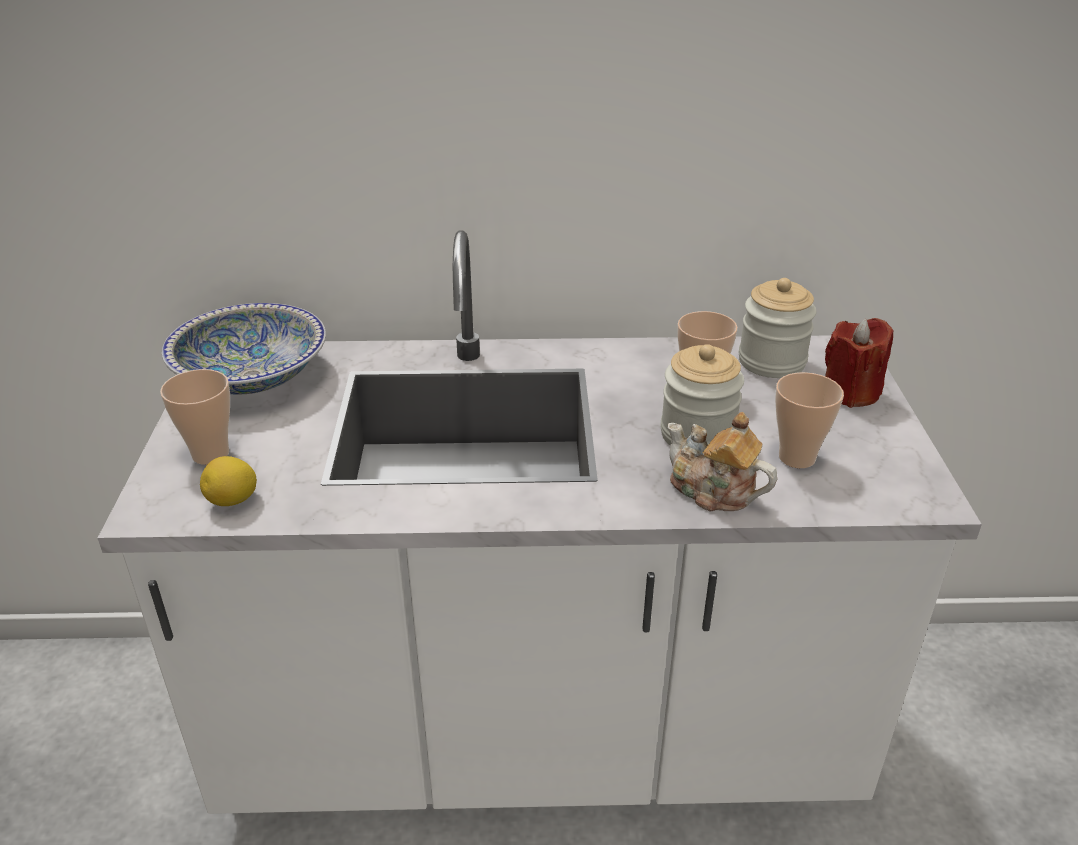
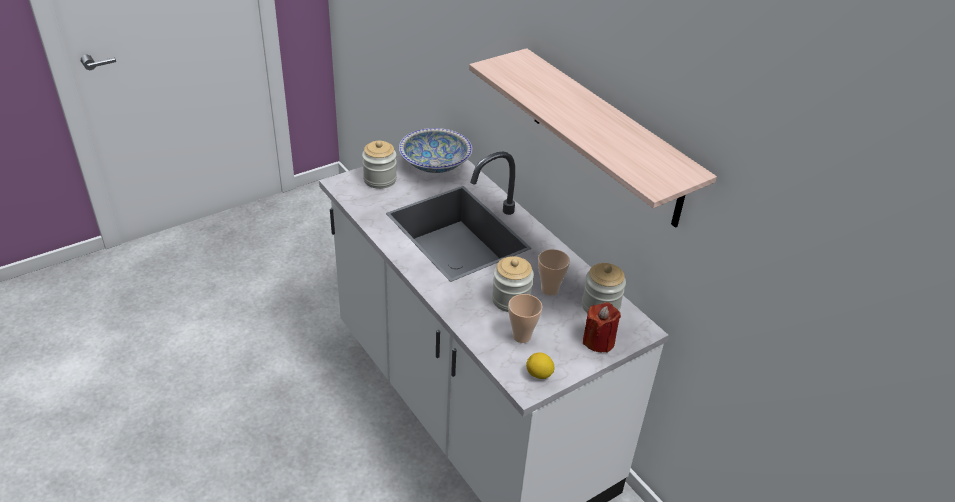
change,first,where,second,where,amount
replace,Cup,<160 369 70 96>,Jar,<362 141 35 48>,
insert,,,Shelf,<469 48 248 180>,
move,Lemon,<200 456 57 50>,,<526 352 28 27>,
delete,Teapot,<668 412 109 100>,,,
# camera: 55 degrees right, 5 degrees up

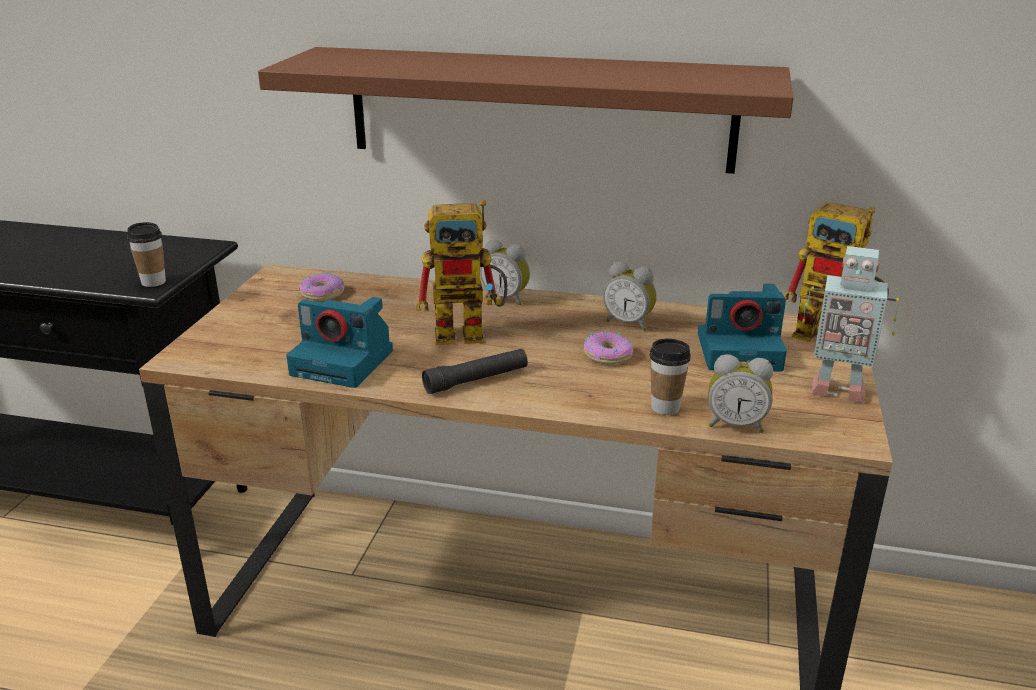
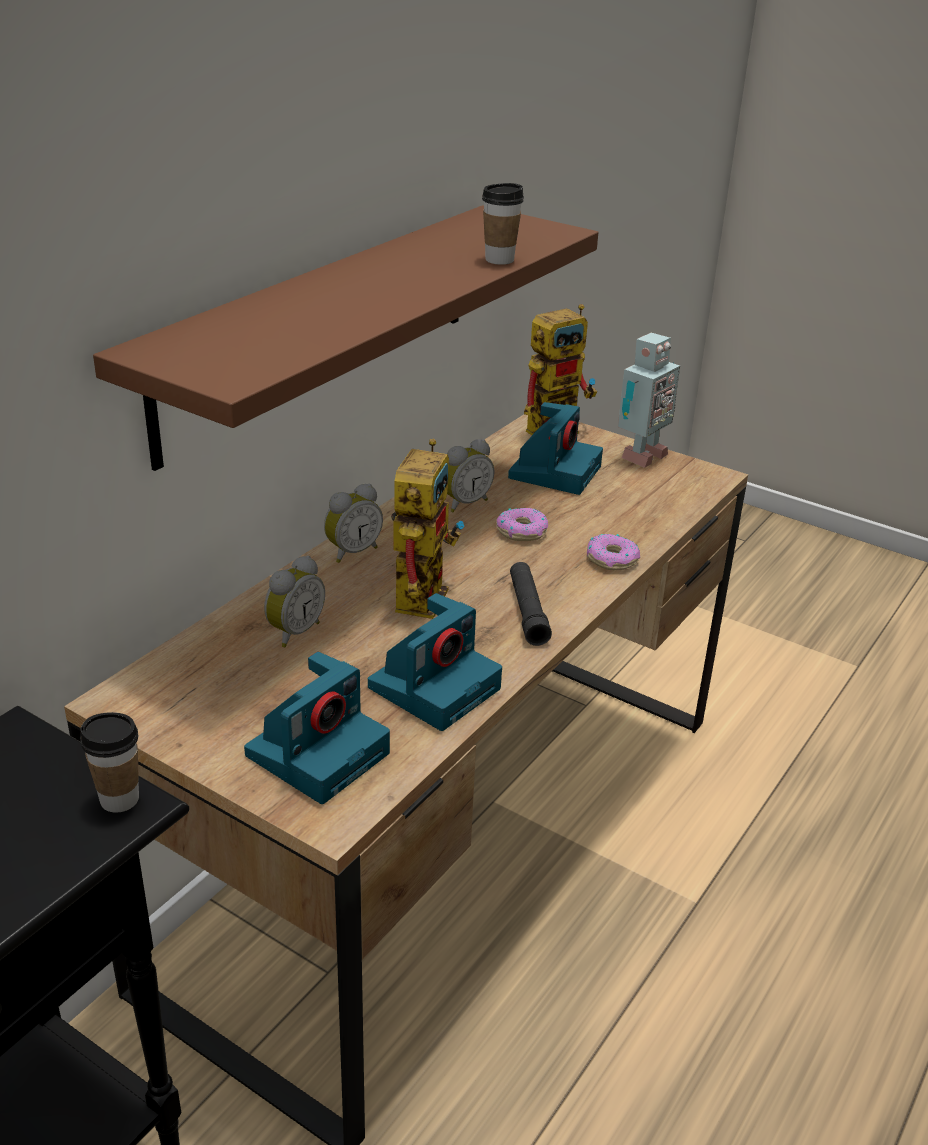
change,first,where,second,where,amount
insert,,,PhotoCamera,<244 652 146 152>,
move,AlarmClock,<708 354 65 79>,,<264 555 61 92>,
move,Cup,<649 339 42 76>,,<482 183 42 82>,
move,Donut,<299 273 46 28>,,<587 534 53 36>,
# camera: 70 degrees left, 5 degrees up

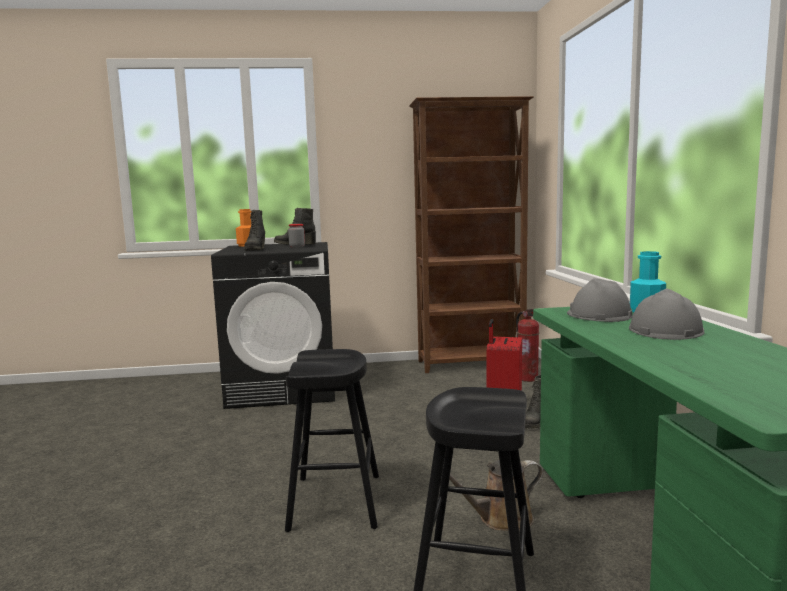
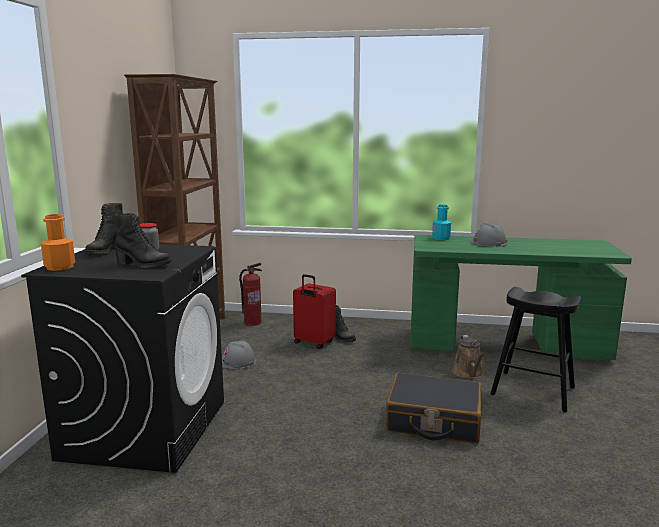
change,first,where,second,where,amount
move,GreyHardHat,<567 278 65 44>,,<222 341 35 28>,
replace,BlackStool,<285 349 94 183>,BlackSuitcase,<386 373 96 71>,
# camera: 75 degrees left, 5 degrees up

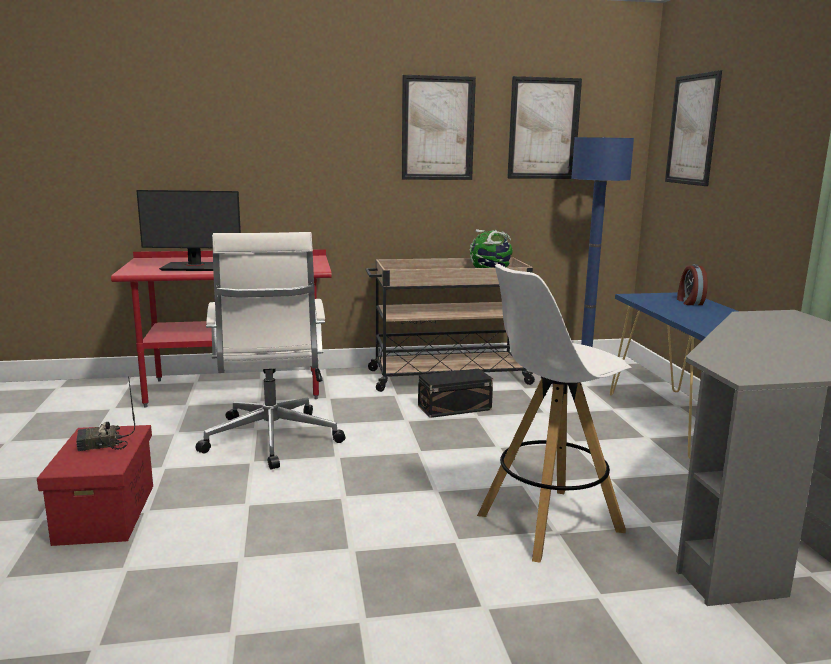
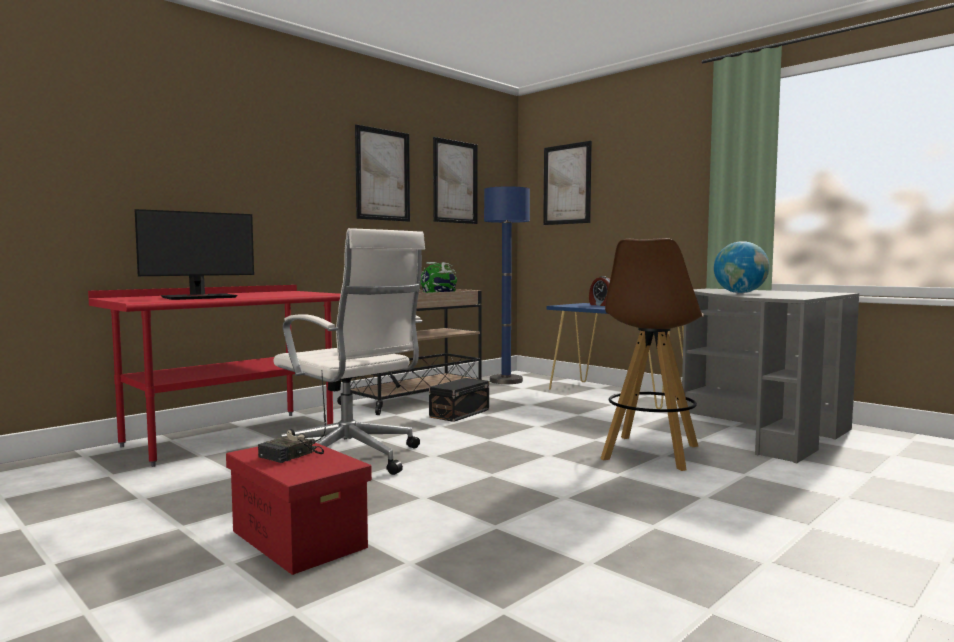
change,first,where,second,where,amount
recolor,WhiteStool,<477 264 155 299>,BrownStool,<600 238 104 233>,
insert,,,Globe,<714 241 56 52>,
# camera: 35 degrees left, 10 degrees down

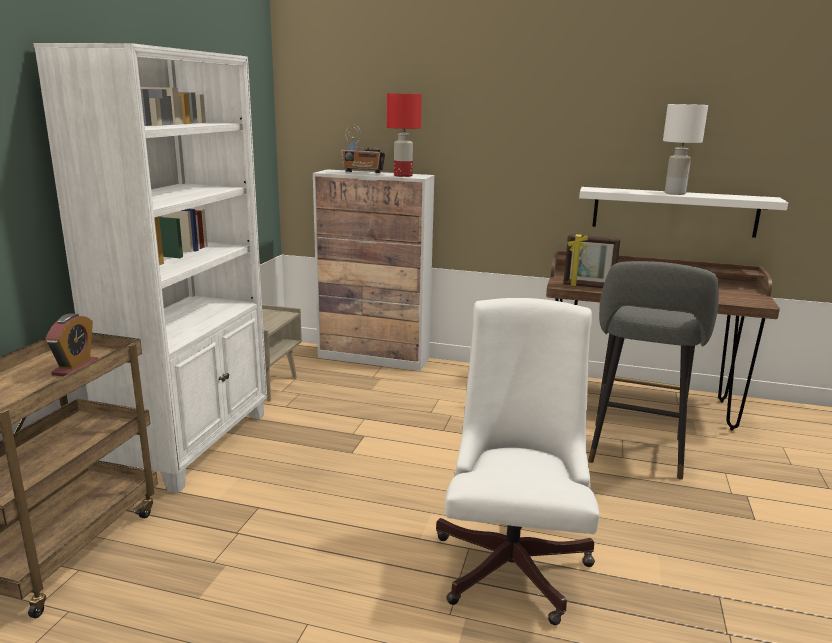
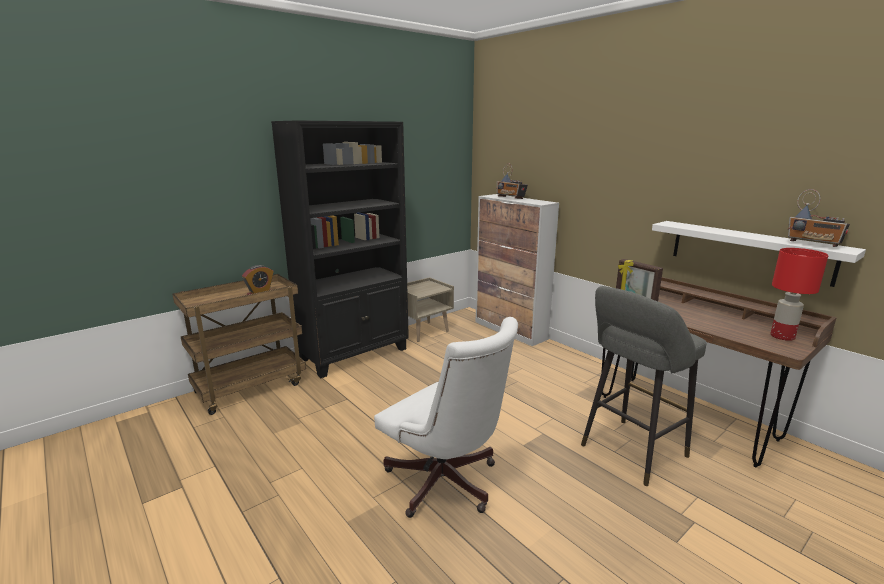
change,first,where,second,where,amount
recolor,WhiteBookcase,<33 43 234 450>,BlackBookcase,<271 120 138 258>,
rotate,WhiteOfficeChair,<436 298 164 327>,,<374 317 144 201>,90 degrees clockwise
move,RedTableLamp,<387 93 35 84>,,<771 248 58 93>,
insert,,,Radio,<788 189 62 58>,
delete,WhiteTableLamp,<663 104 45 91>,,,
# camera: 35 degrees right, 0 degrees up

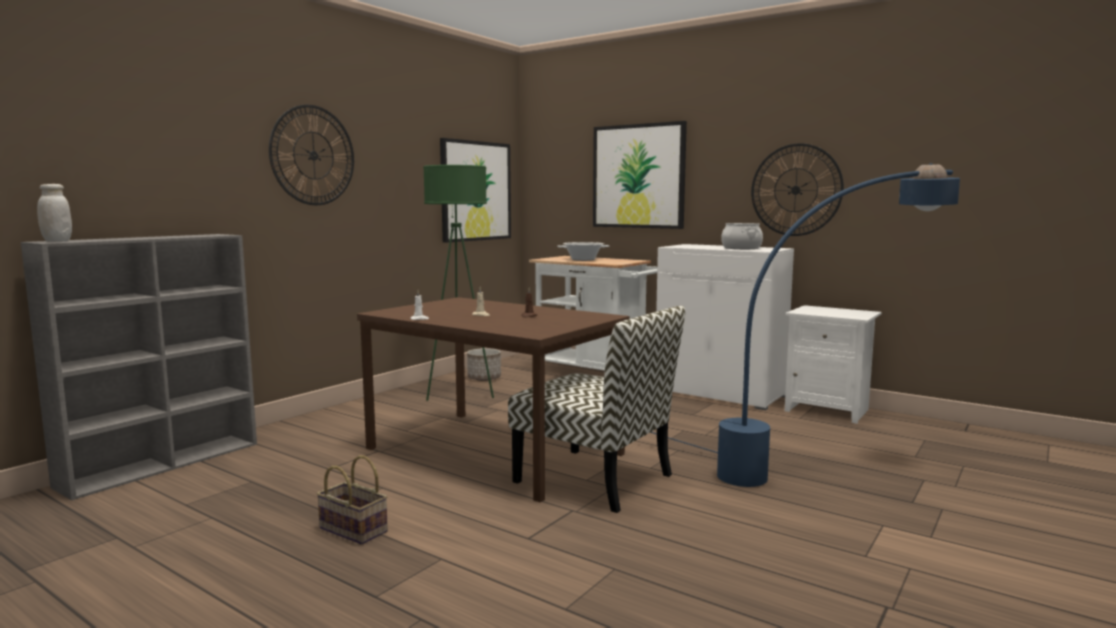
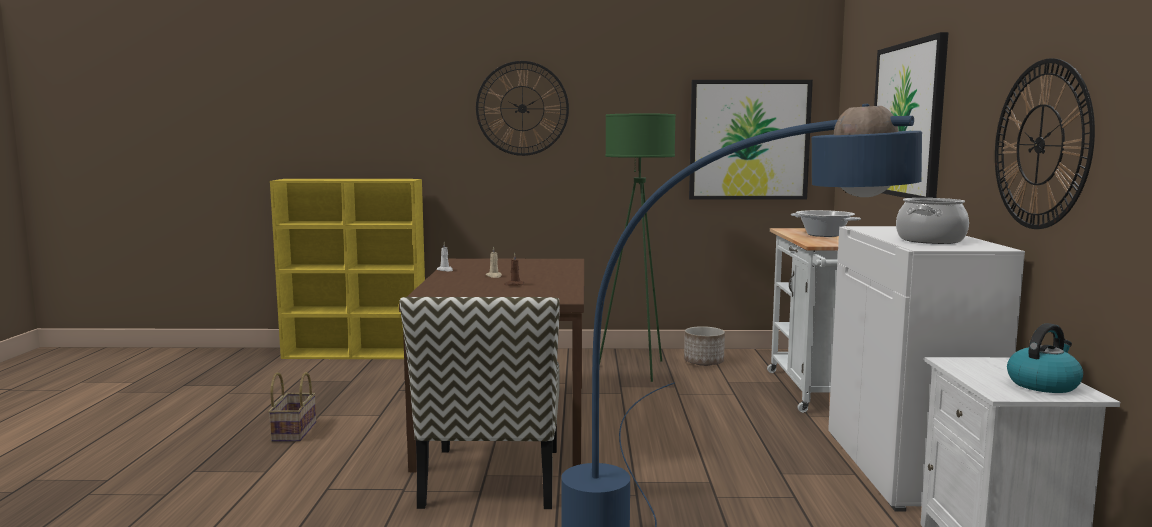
change,first,where,second,where,amount
recolor,GreyBookcase,<21 234 236 266>,YellowBookcase,<270 179 155 180>,
insert,,,Kettle,<1007 323 76 70>,
delete,WhiteJar,<37 184 35 58>,,,
# camera: 55 degrees right, 0 degrees up

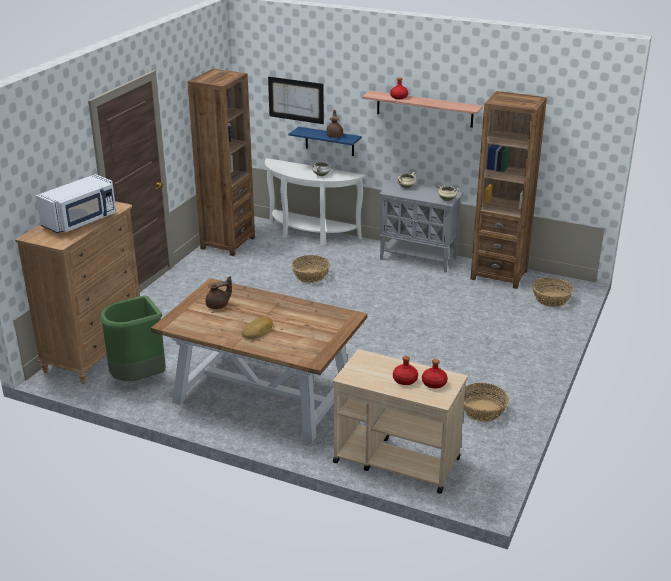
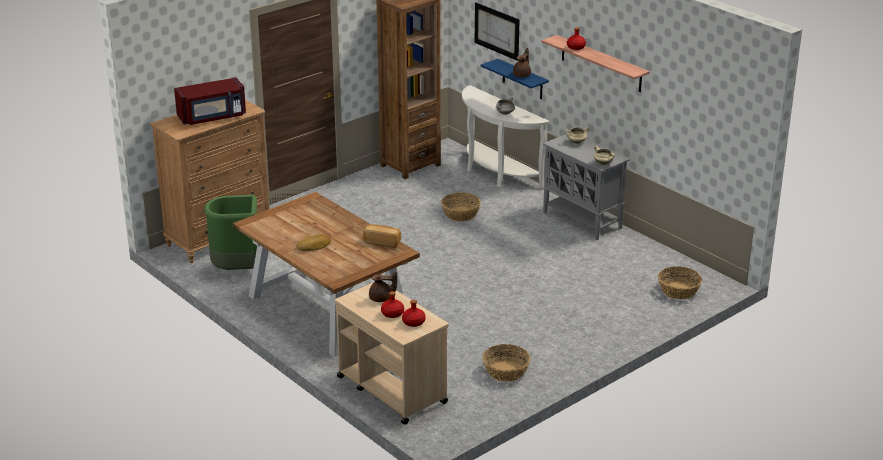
change,first,where,second,where,amount
recolor,WhiteMicrowave,<36 174 80 59>,RedMicrowave,<174 77 72 48>,
insert,,,Bread,<363 224 38 24>,
move,BrownTeapot,<206 276 26 33>,,<369 272 28 30>,
delete,BrownBookcase,<470 91 77 198>,,,
# camera: 25 degrees right, 0 degrees up

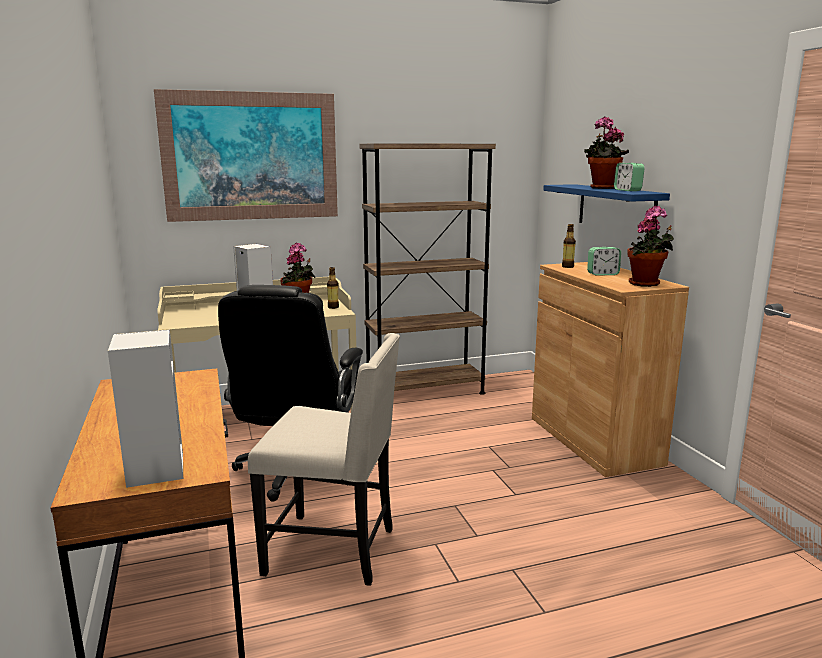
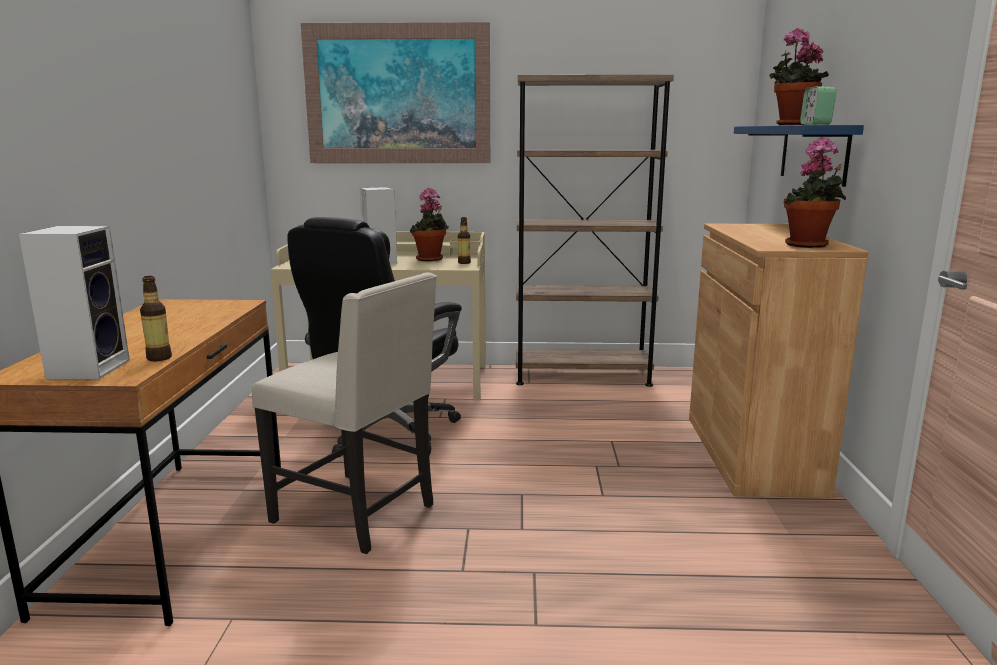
change,first,where,second,where,amount
move,Bottle,<562 224 14 44>,,<140 276 32 85>,
delete,AlarmClock,<587 247 34 29>,,,
# camera: 20 degrees right, 0 degrees up

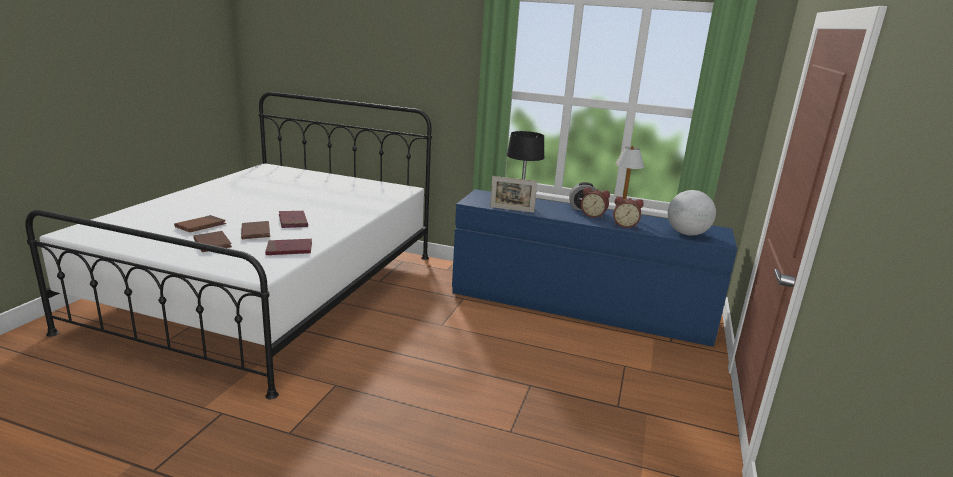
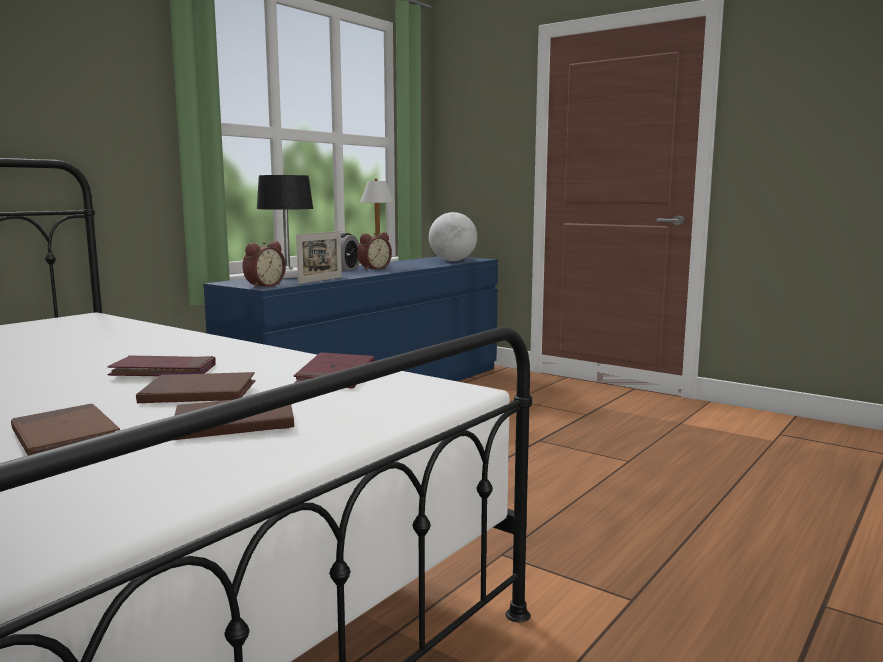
change,first,where,second,where,amount
move,AlarmClock,<613 196 31 32>,,<242 241 44 47>,
# camera: 70 degrees left, 10 degrees down

